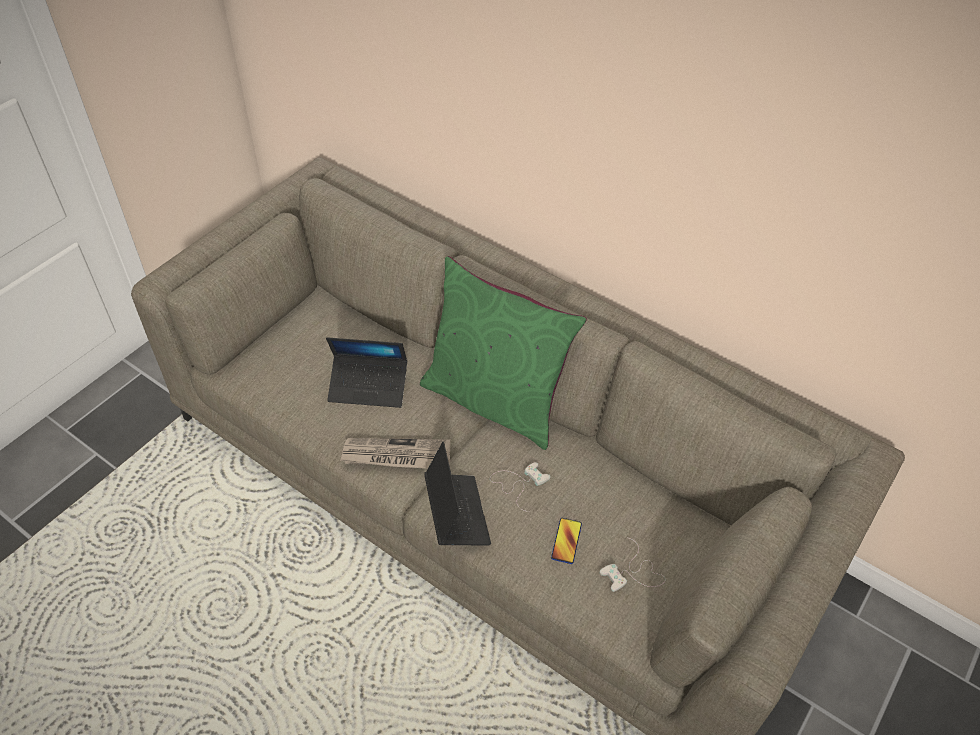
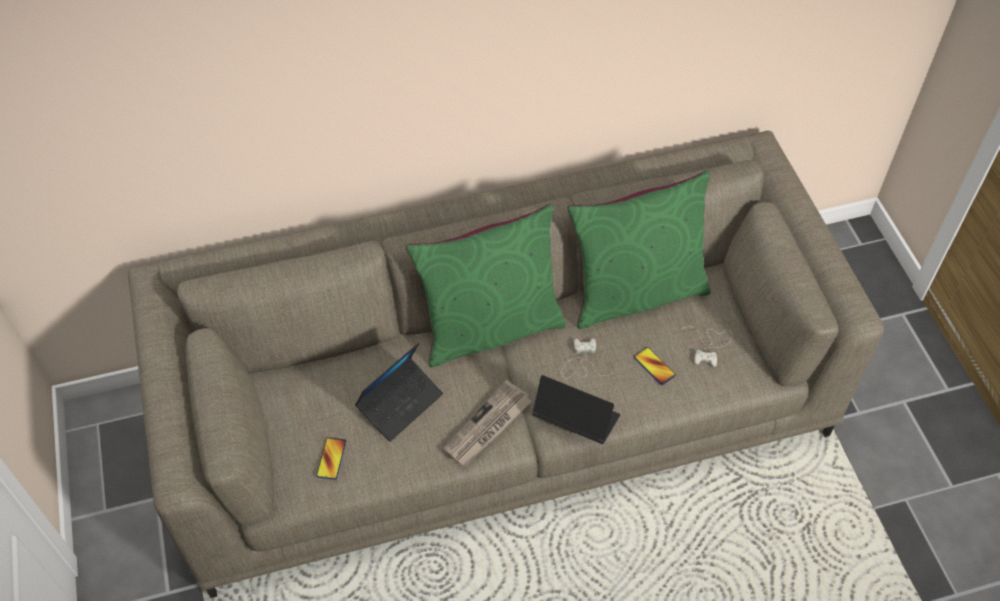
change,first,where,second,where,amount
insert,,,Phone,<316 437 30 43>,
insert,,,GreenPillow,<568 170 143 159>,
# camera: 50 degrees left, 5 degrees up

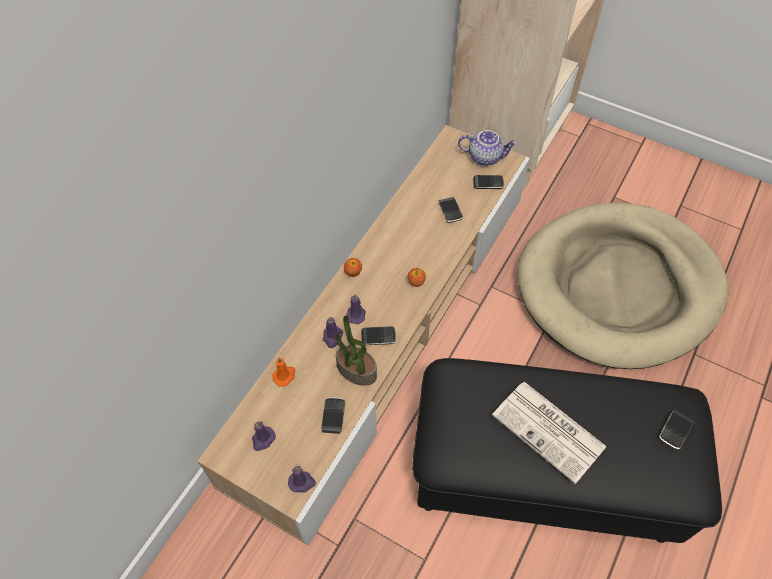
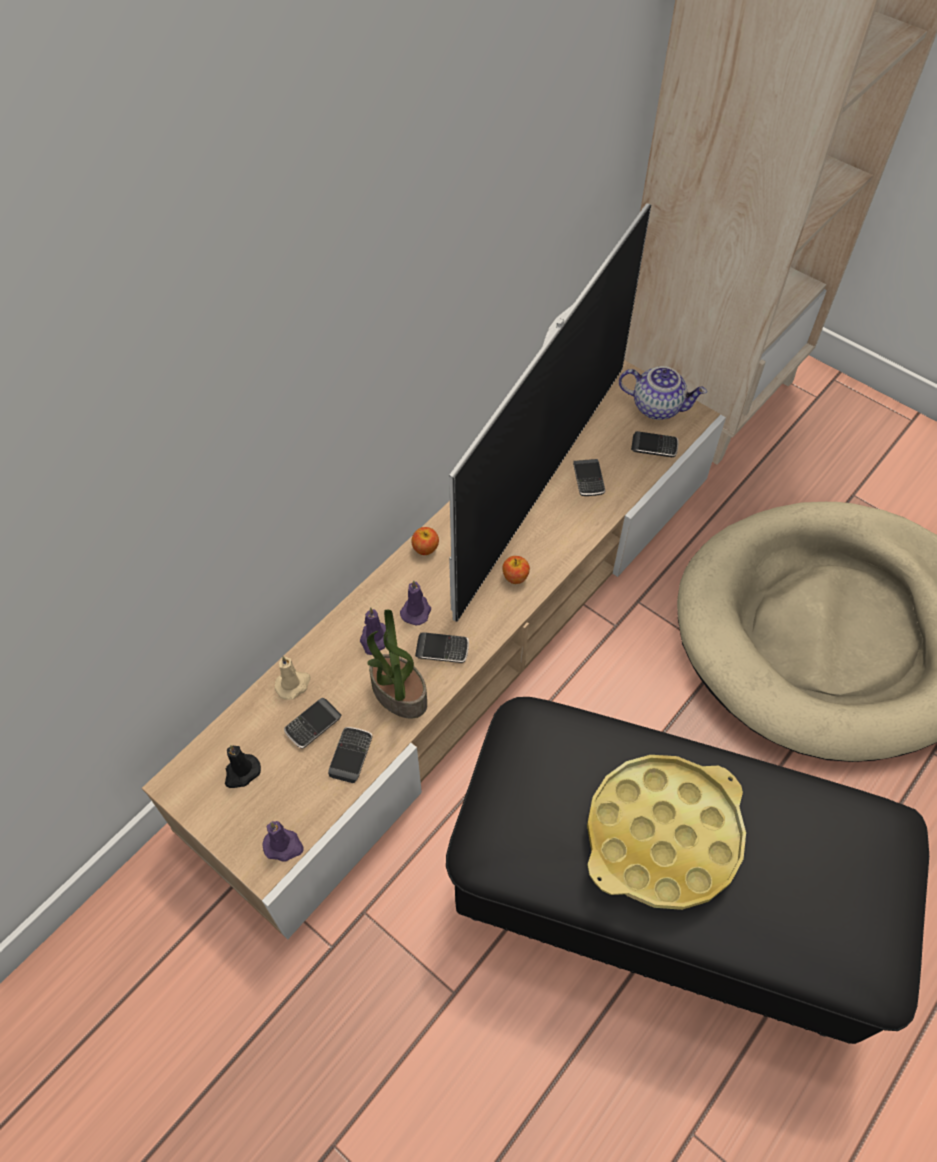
change,first,where,second,where,amount
recolor,PurpleCandle,<252 422 24 29>,BlackCandle,<225 745 36 43>,
recolor,OrangeCandle,<272 358 23 29>,BeigeCandle,<275 656 36 44>,
move,Phone,<659 409 35 41>,,<284 698 58 51>,
insert,,,Television,<449 203 202 419>,
replace,Newspaper,<492 382 115 102>,YellowTray,<587 755 159 155>,
# camera: 10 degrees right, 0 degrees up

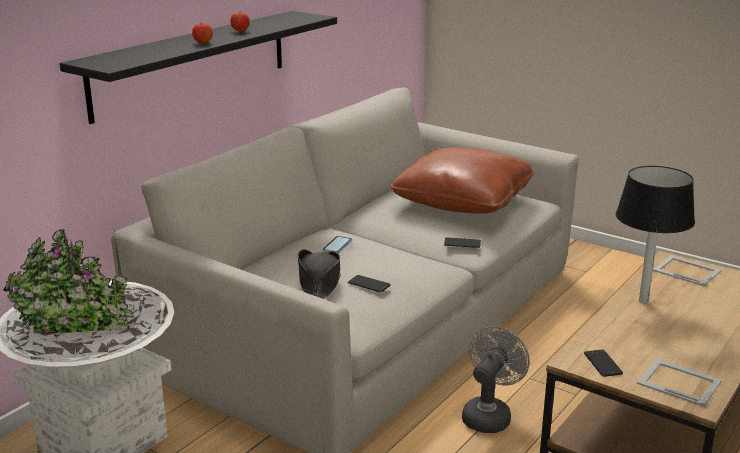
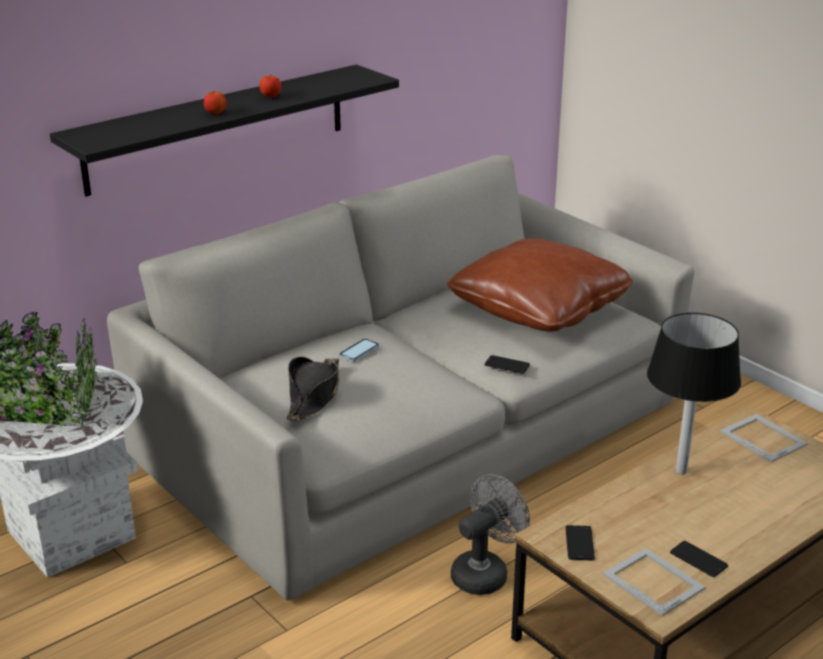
change,first,where,second,where,amount
move,Phone,<348 275 43 17>,,<670 541 58 36>,
# camera: 15 degrees right, 5 degrees up

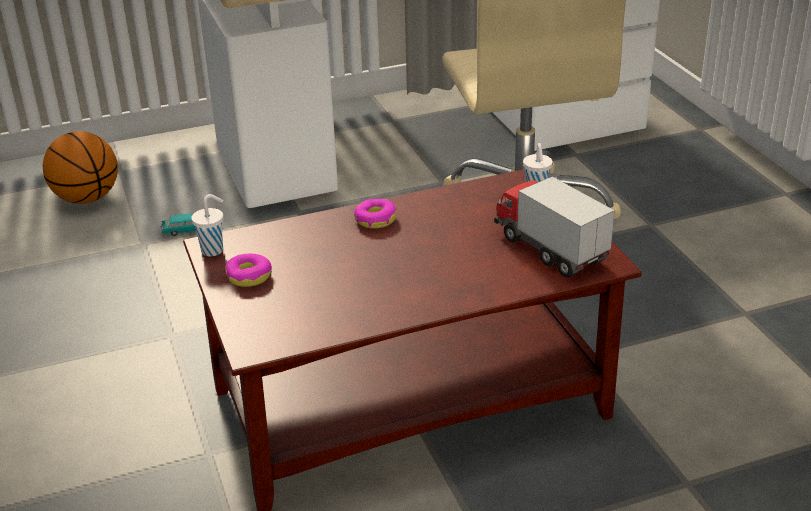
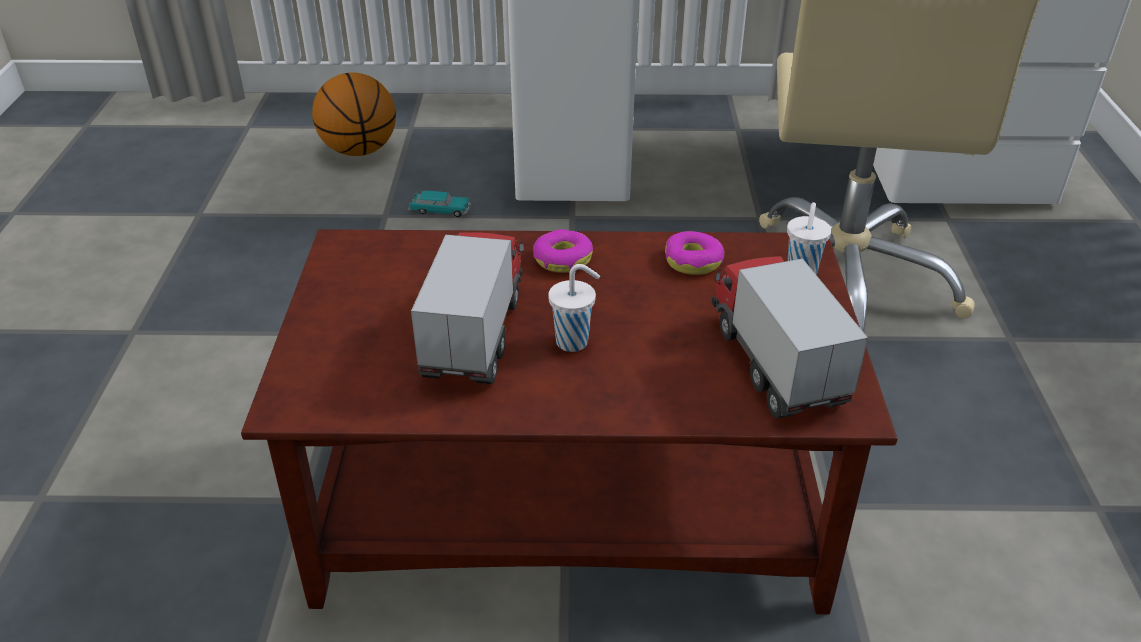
change,first,where,second,where,amount
insert,,,ToyTruck,<411 232 113 152>,
move,WhiteCup,<191 194 32 62>,,<548 264 52 88>,
move,Donut,<225 254 47 33>,,<665 231 59 44>,
# camera: 20 degrees right, 5 degrees up

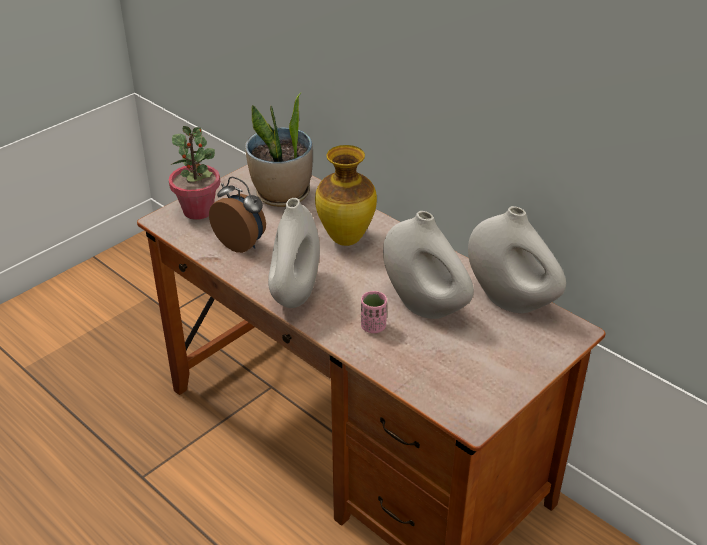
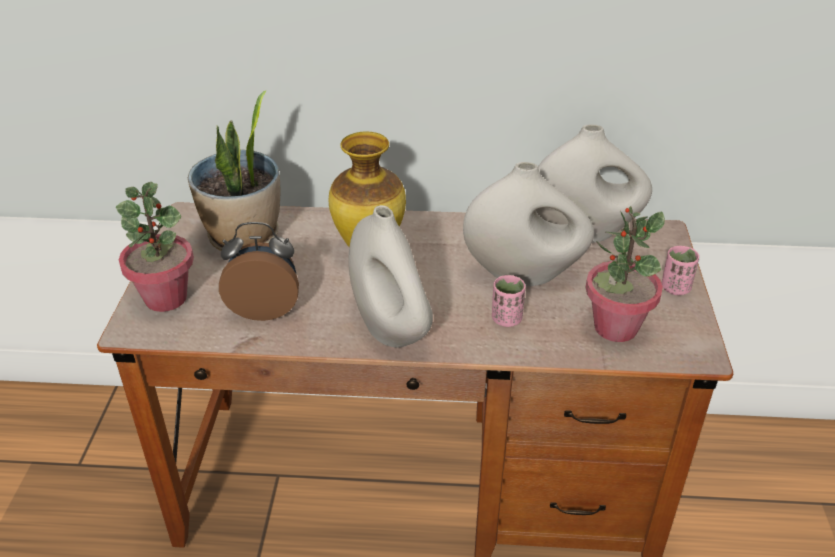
change,first,where,second,where,amount
insert,,,PottedPlant,<585 206 80 136>,
insert,,,PinkCup,<662 246 37 49>,
# camera: 40 degrees left, 0 degrees up

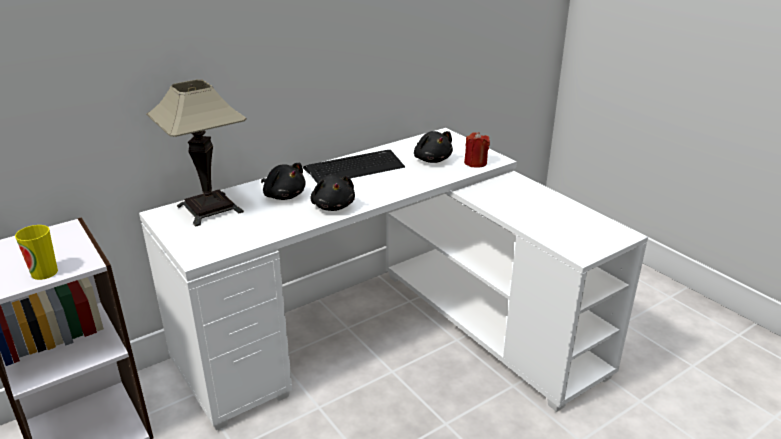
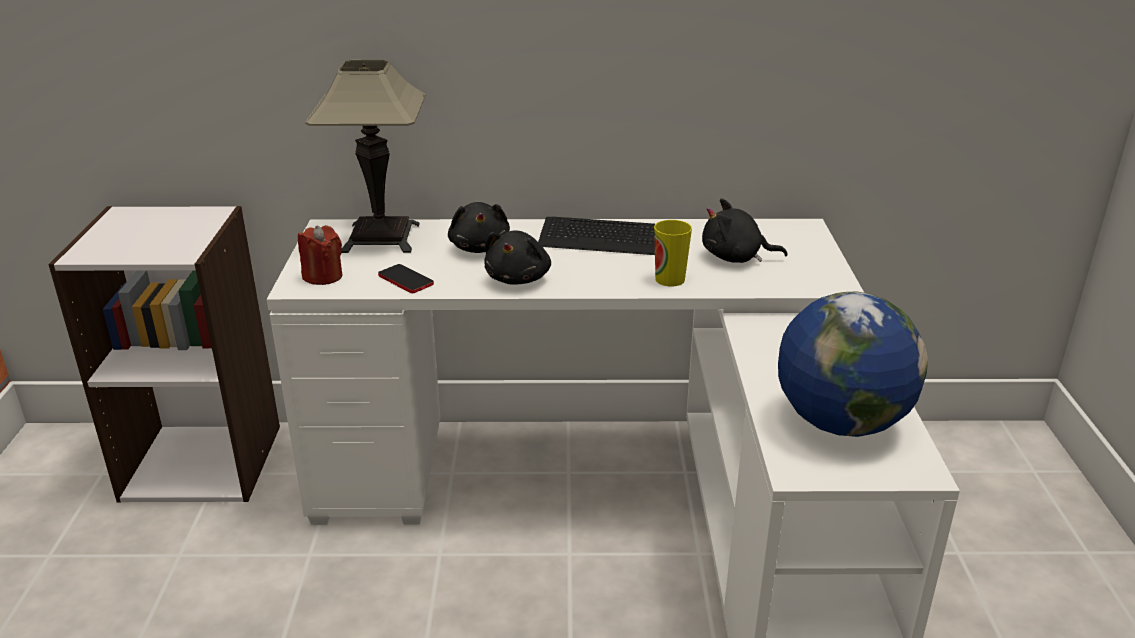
change,first,where,second,where,amount
move,RedCandle,<464 132 26 36>,,<298 225 44 60>,
insert,,,Phone,<378 264 56 29>,
move,Cup,<15 225 43 55>,,<654 220 38 66>,
rotate,BlackPlushToy,<414 131 39 32>,,<702 198 85 65>,90 degrees clockwise
insert,,,Globe,<778 291 150 146>,
# camera: 35 degrees right, 0 degrees up

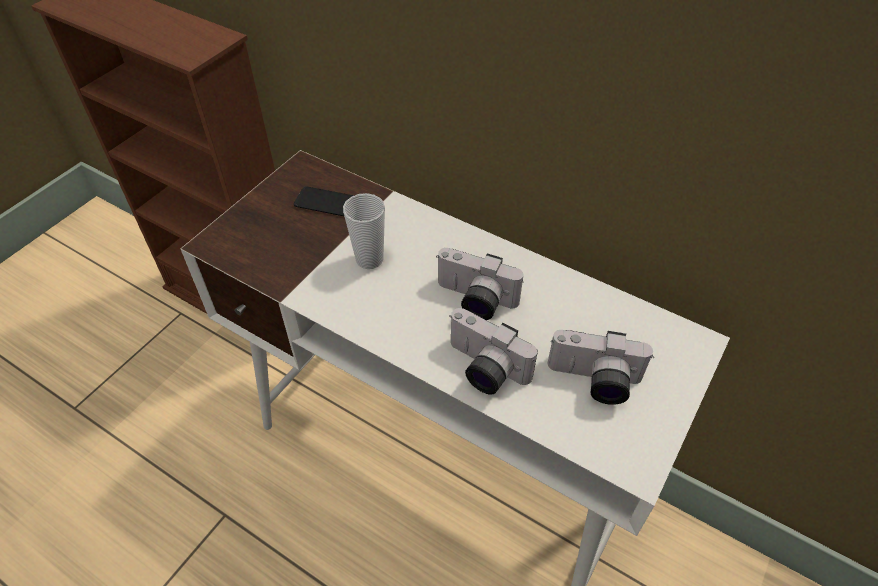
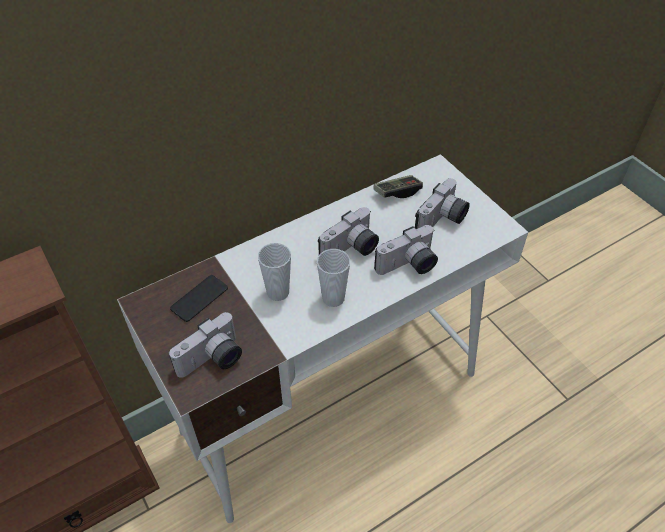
change,first,where,second,where,amount
insert,,,PhotoCamera,<169 312 73 66>,
insert,,,Cup,<317 249 33 58>,
insert,,,GameController,<373 175 50 23>,
# camera: 65 degrees left, 0 degrees up

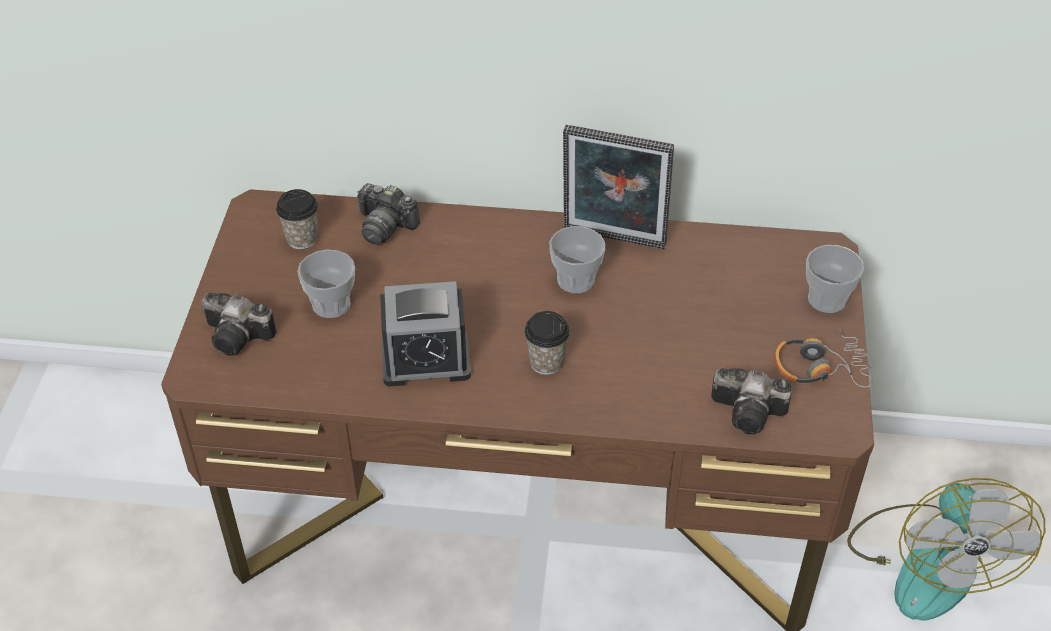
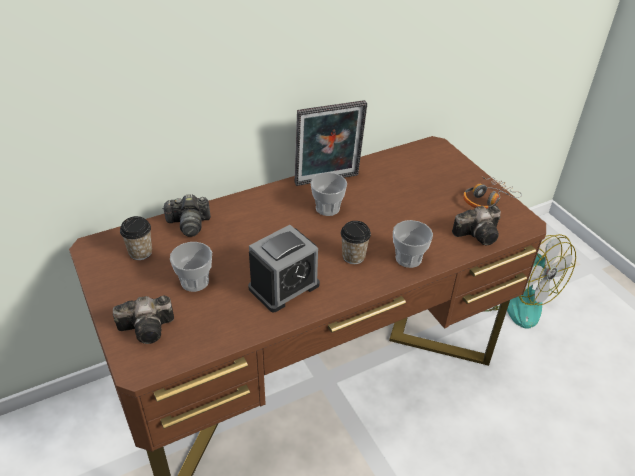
change,first,where,second,where,amount
move,Cup,<806 245 58 68>,,<393 220 40 48>,
# camera: 35 degrees left, 5 degrees down

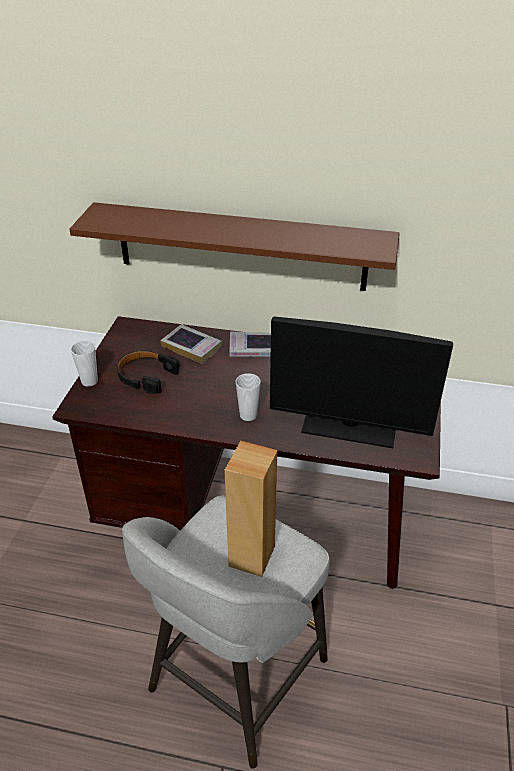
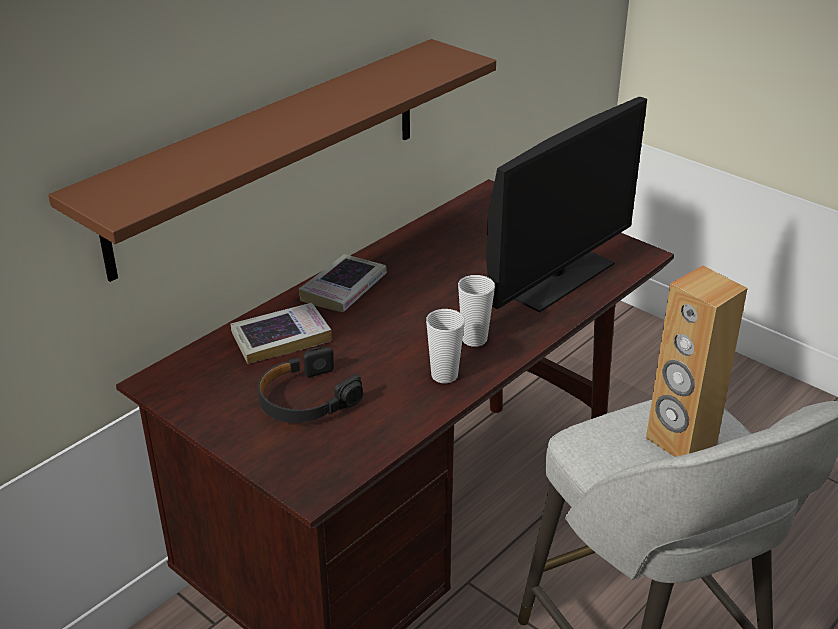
change,first,where,second,where,amount
move,Cup,<71 341 27 46>,,<426 309 39 74>,
# camera: 60 degrees left, 5 degrees down

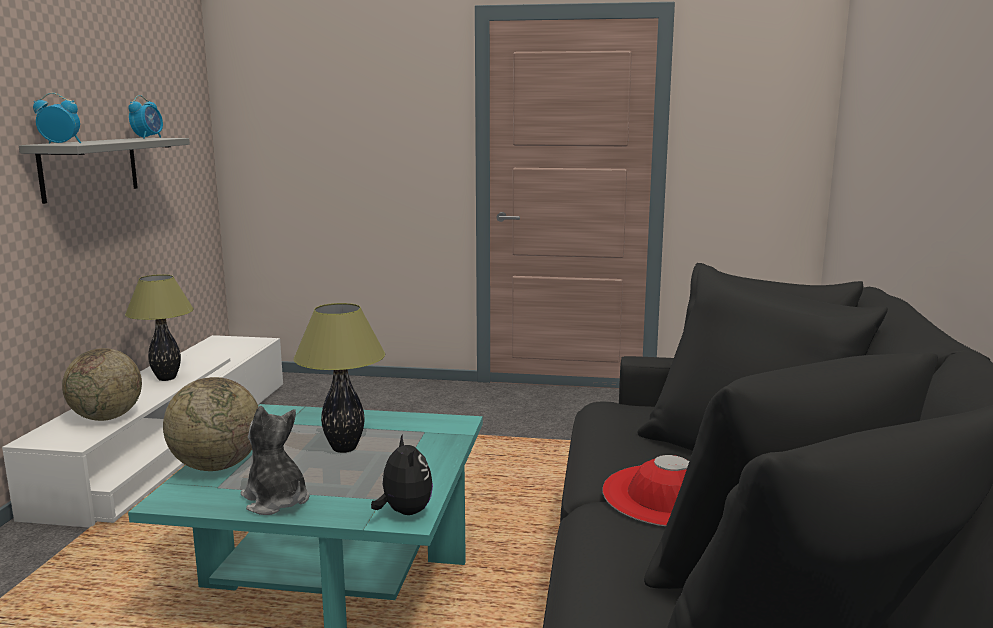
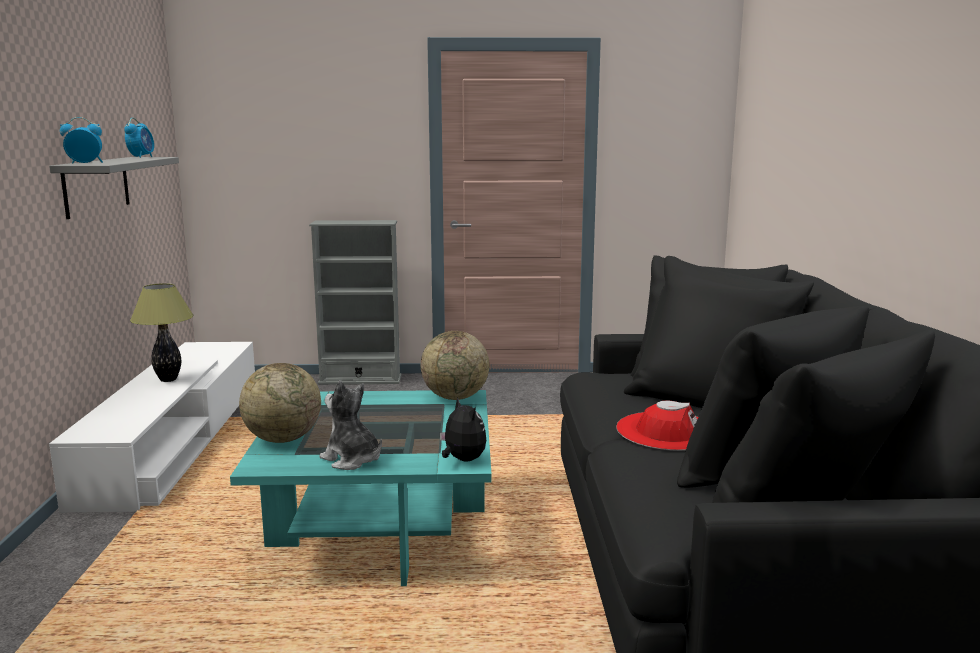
change,first,where,second,where,amount
insert,,,GreyBookcase,<309 220 93 165>,
move,Globe,<62 348 80 73>,,<421 331 68 69>,
delete,TableLamp,<293 303 92 150>,,,
# camera: 10 degrees left, 0 degrees up

